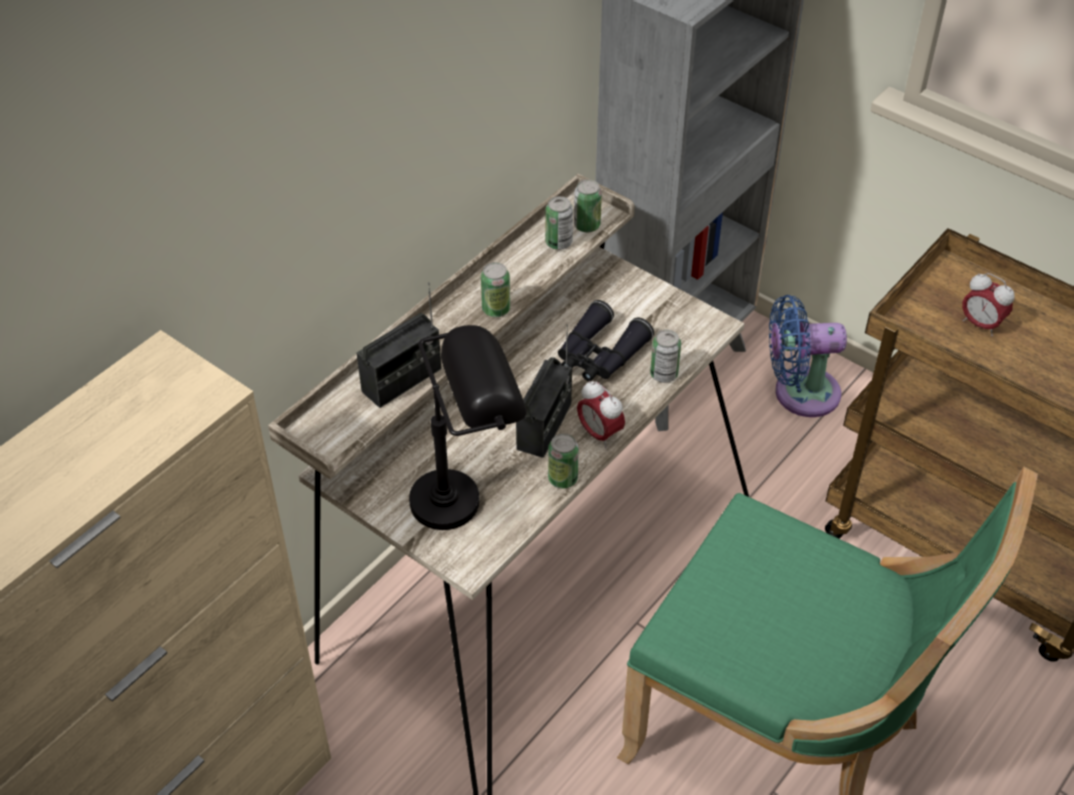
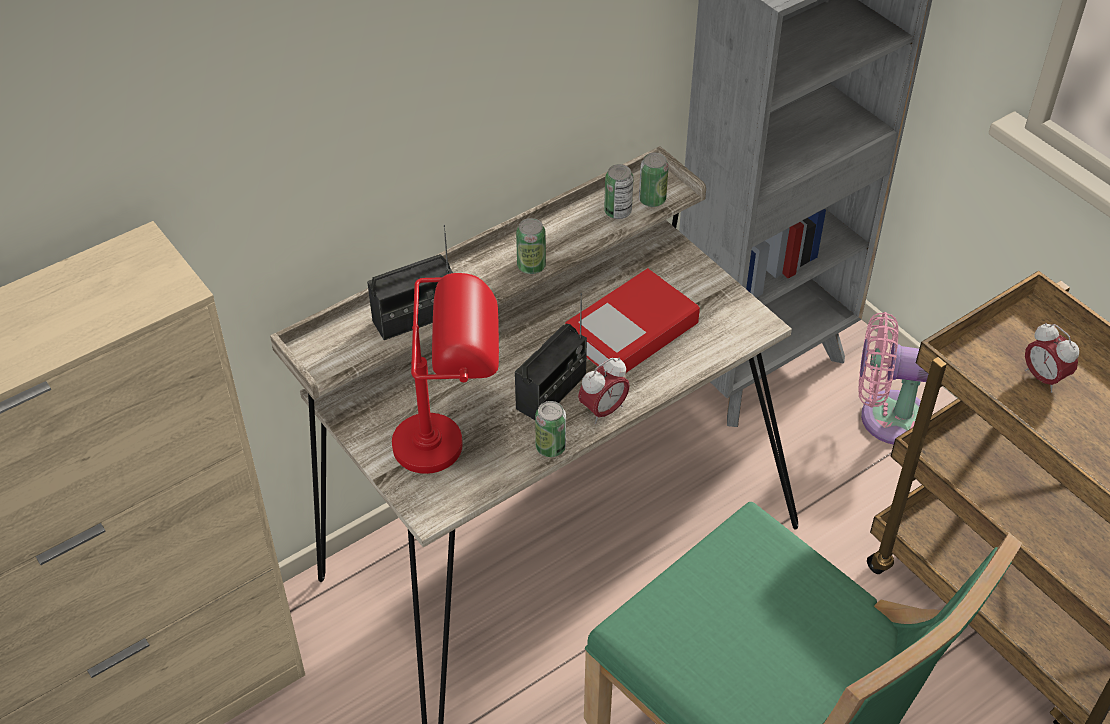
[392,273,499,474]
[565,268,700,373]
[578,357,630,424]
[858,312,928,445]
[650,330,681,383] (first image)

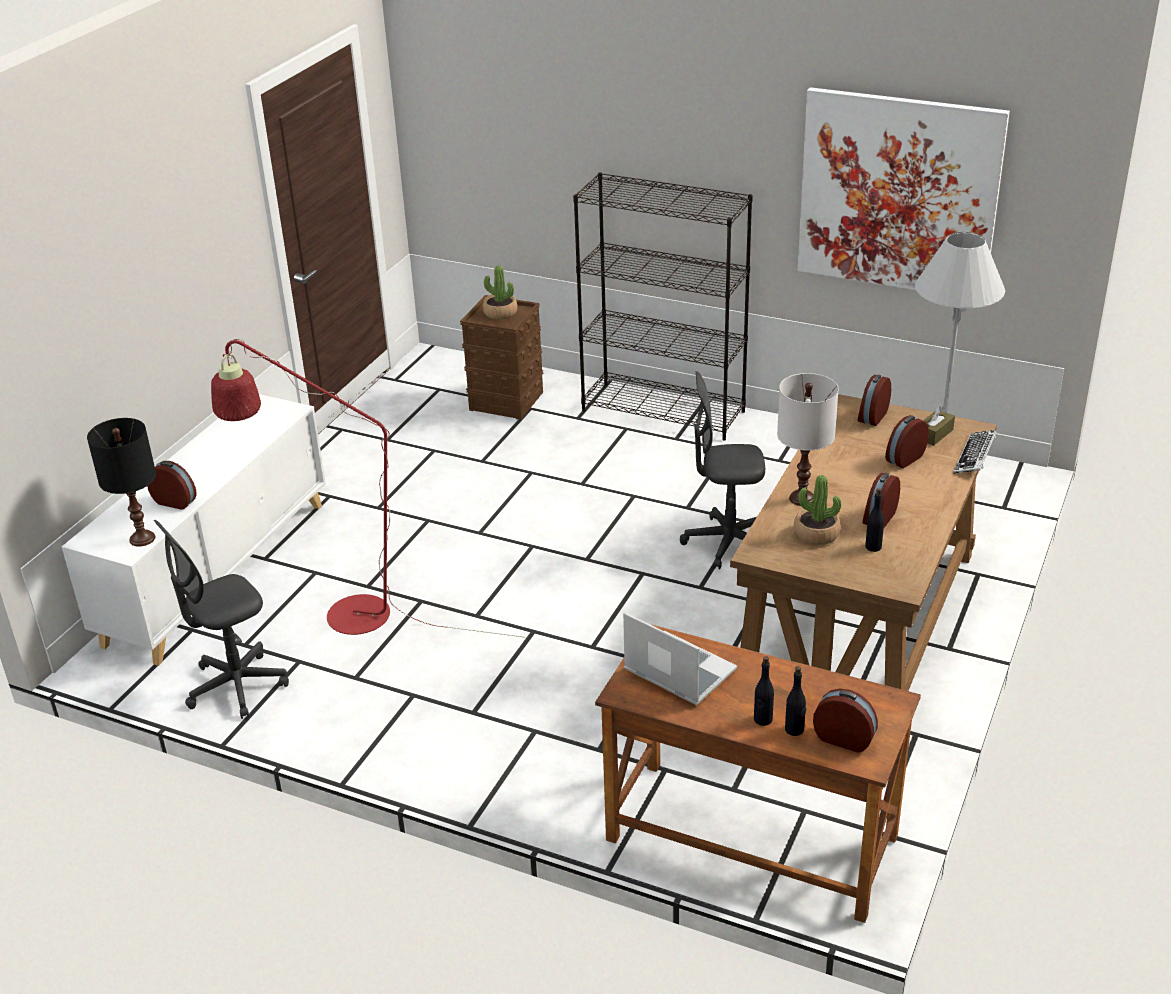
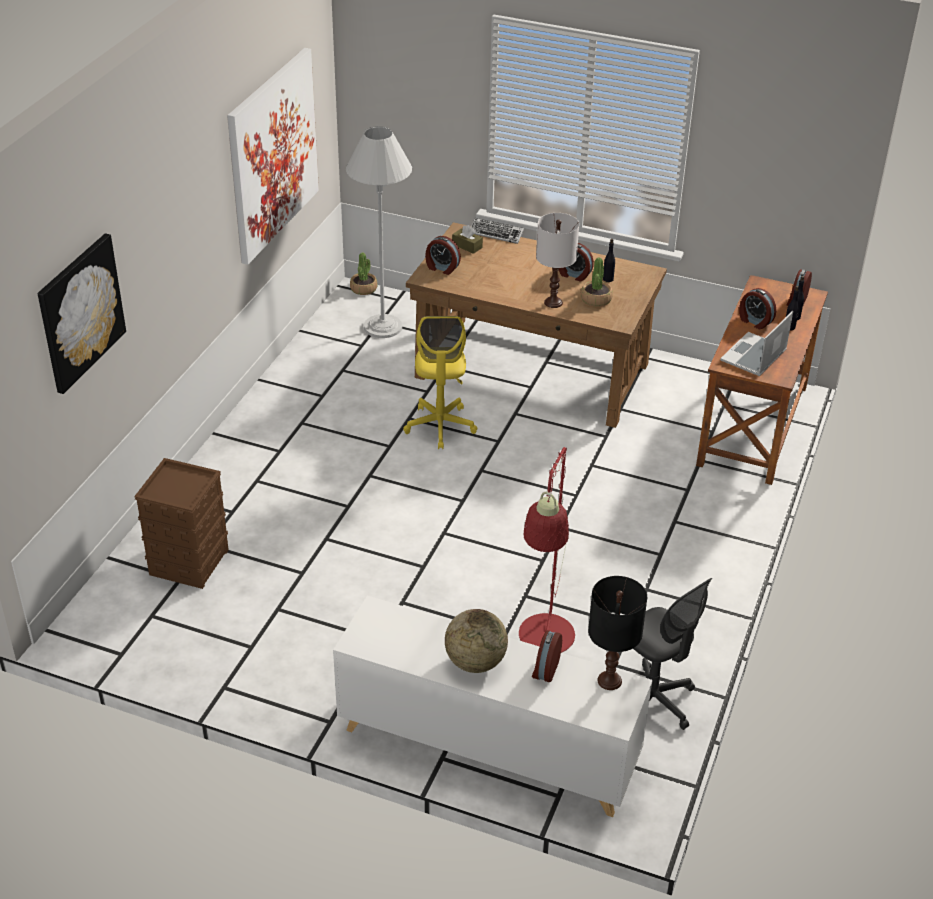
[37,233,126,394]
[350,253,377,295]
[403,316,477,449]
[445,609,508,673]
[739,288,776,329]
[573,172,753,441] (first image)

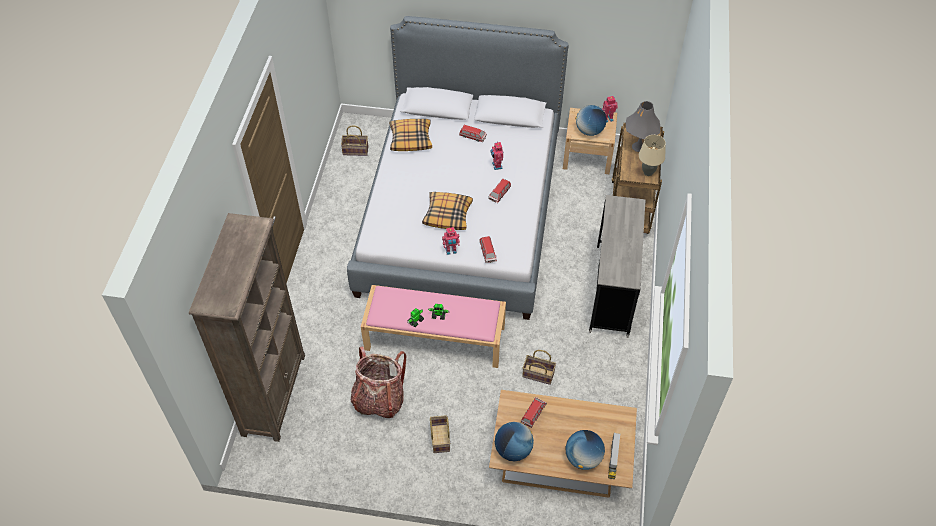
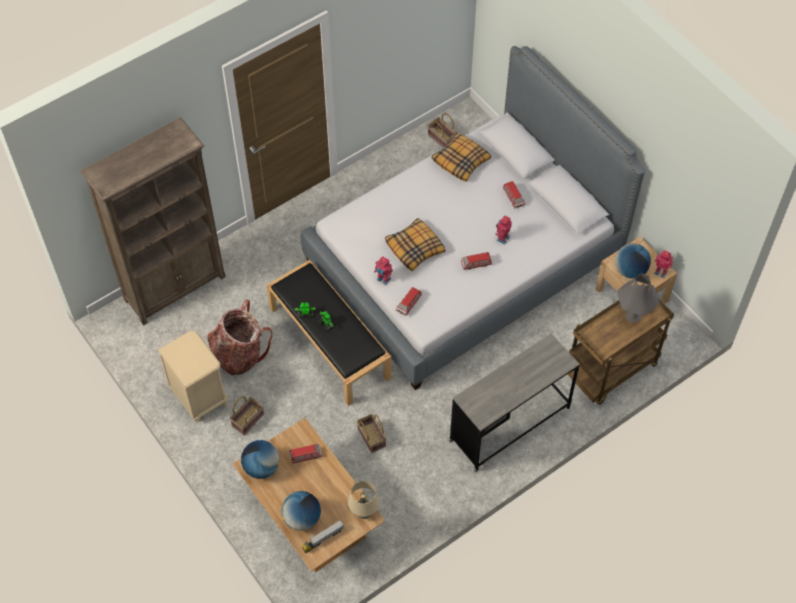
[158,331,228,422]
[266,259,391,406]
[348,481,380,519]

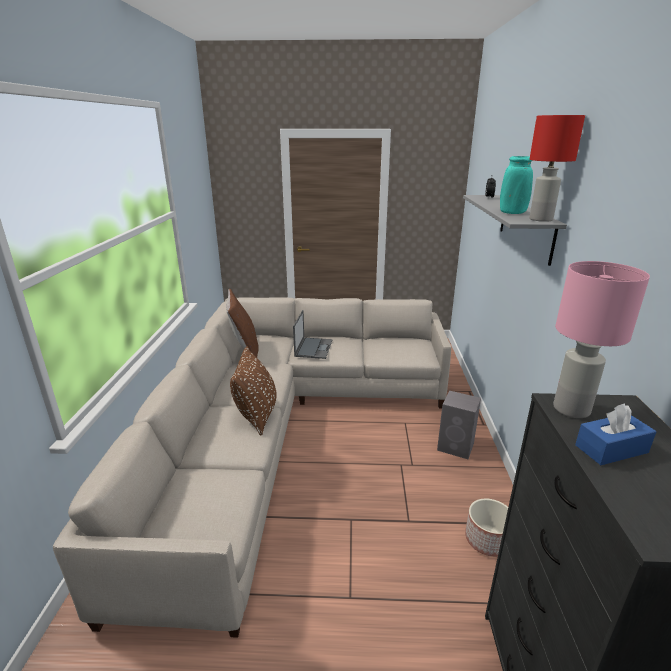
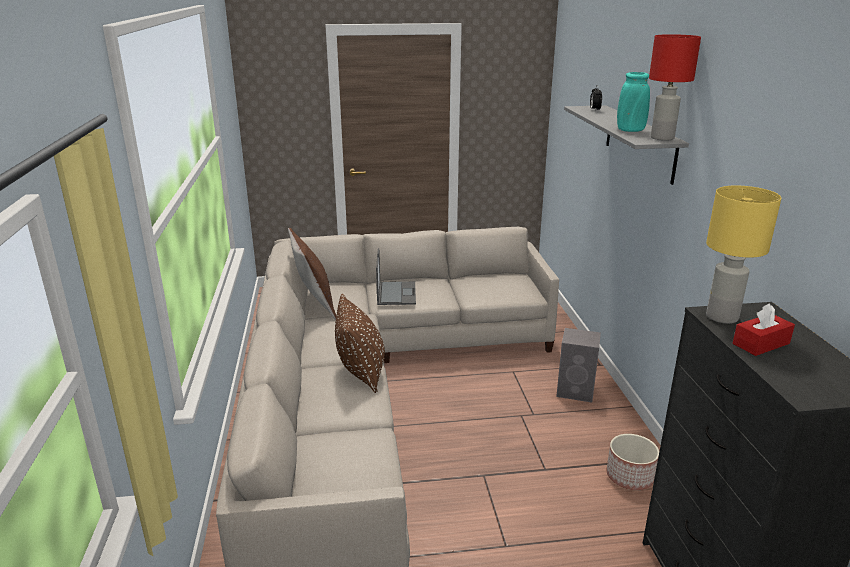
[706,185,781,324]
[733,303,795,356]

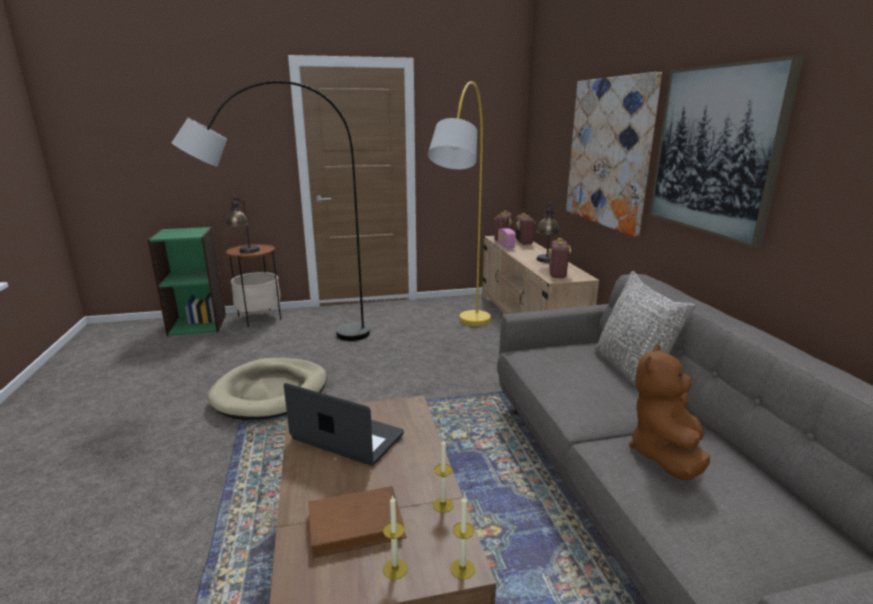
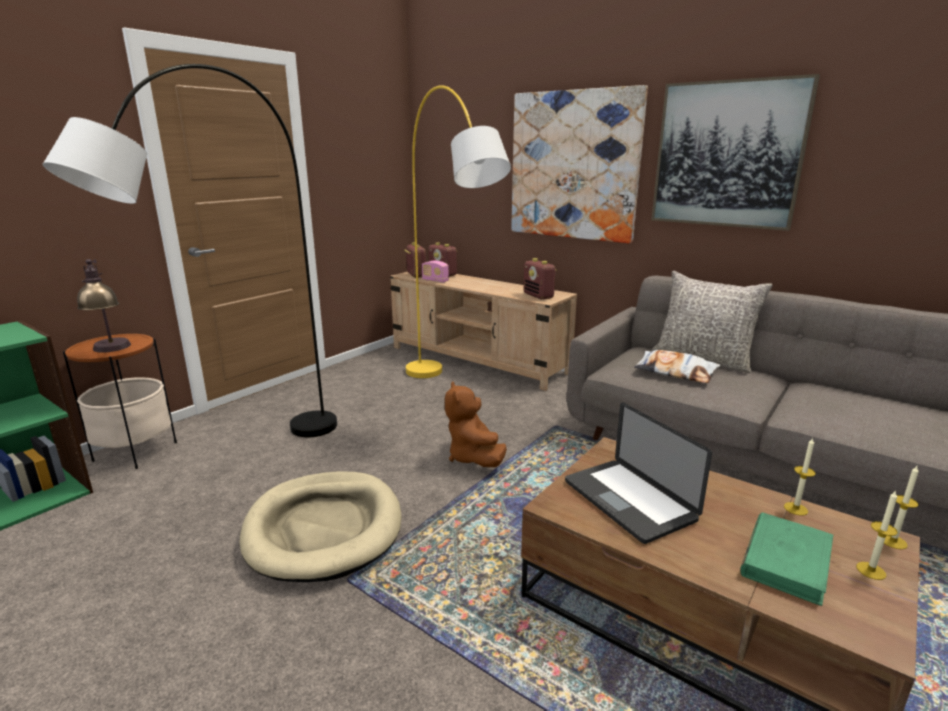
[445,382,507,467]
[565,402,712,544]
[634,350,720,383]
[740,512,833,606]
[536,203,559,263] (first image)

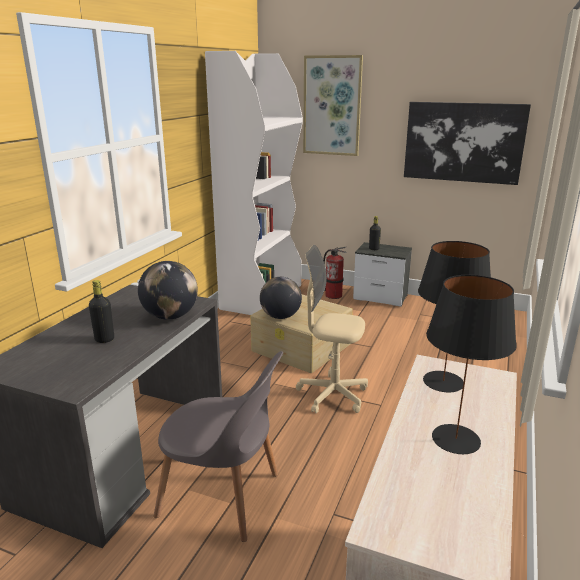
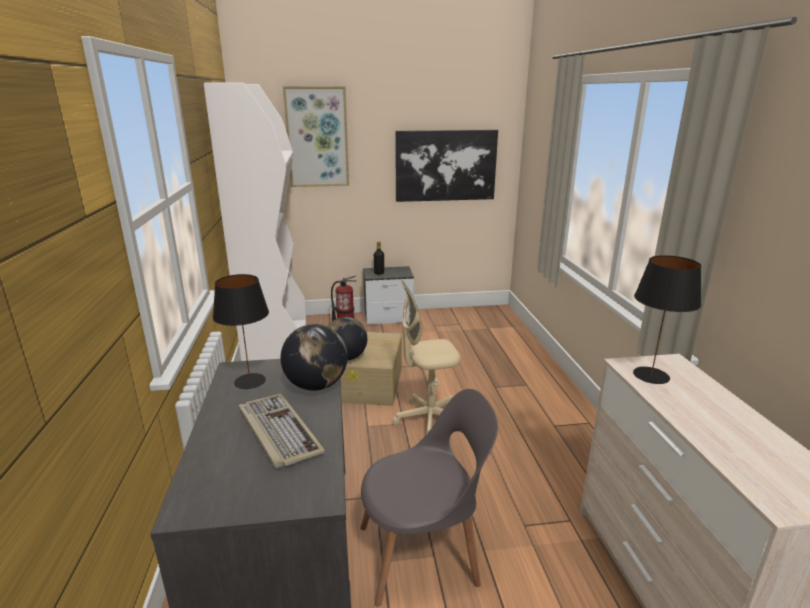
[213,274,269,389]
[239,393,325,469]

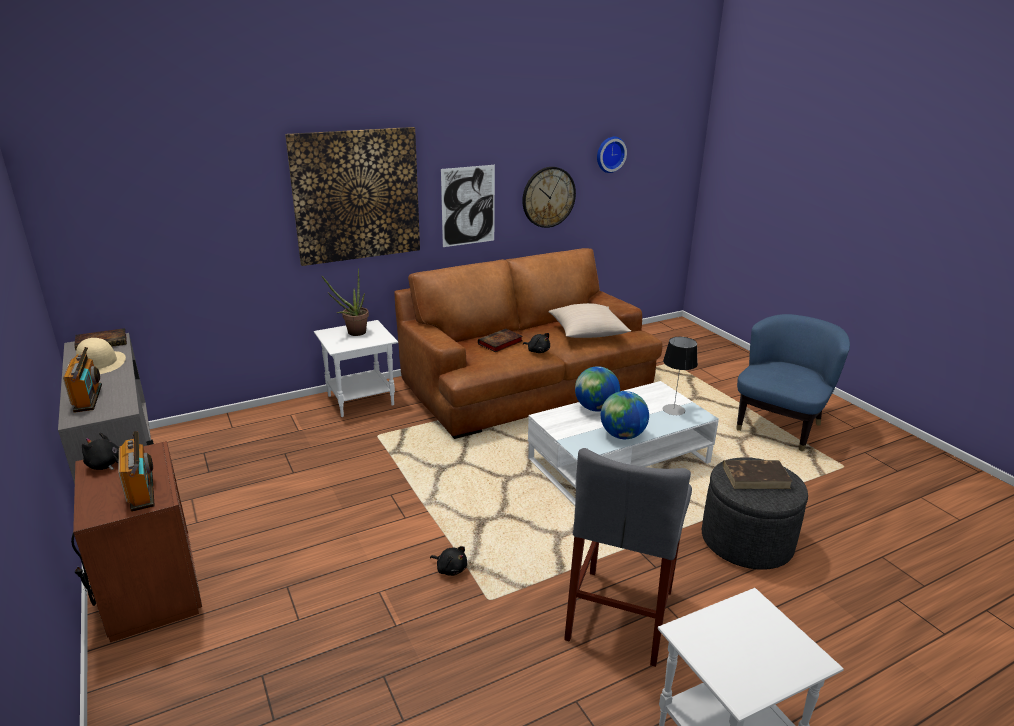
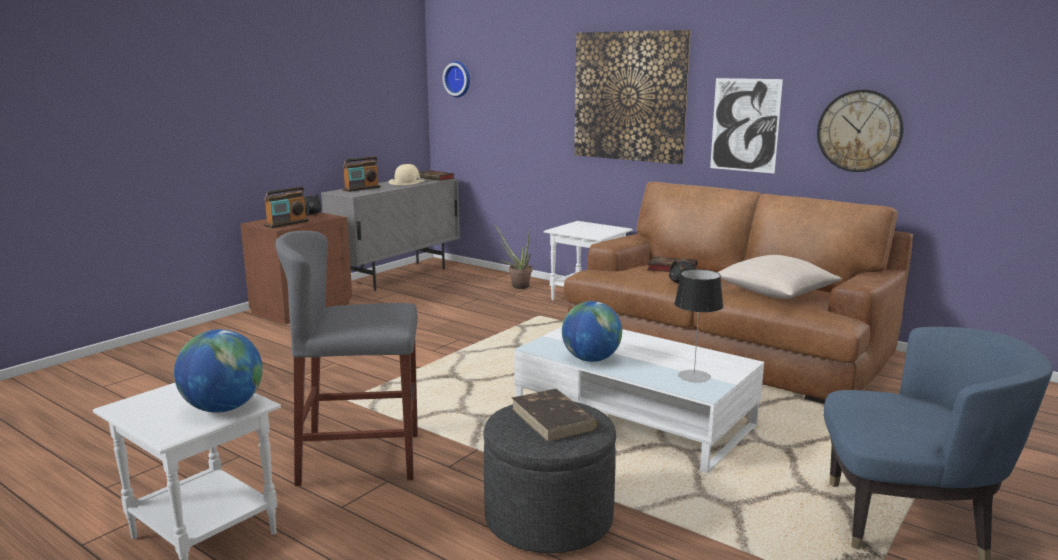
[174,329,263,413]
[443,61,470,97]
[494,224,532,289]
[430,546,467,576] (first image)

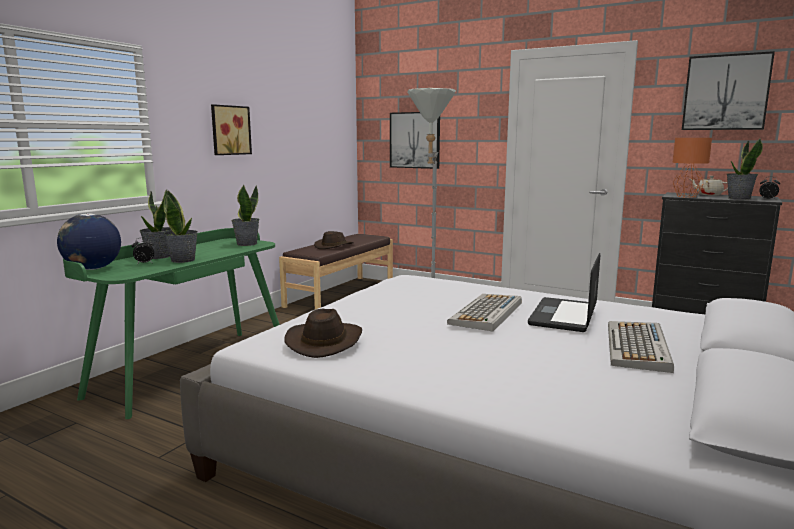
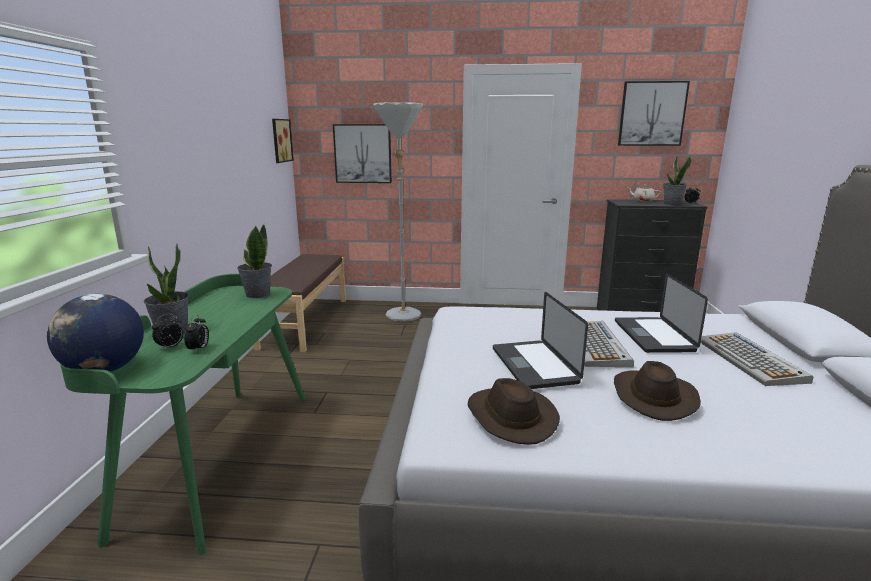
[184,315,209,353]
[272,119,294,163]
[493,292,588,389]
[614,361,701,421]
[164,190,198,263] (first image)
[672,138,712,198] (first image)

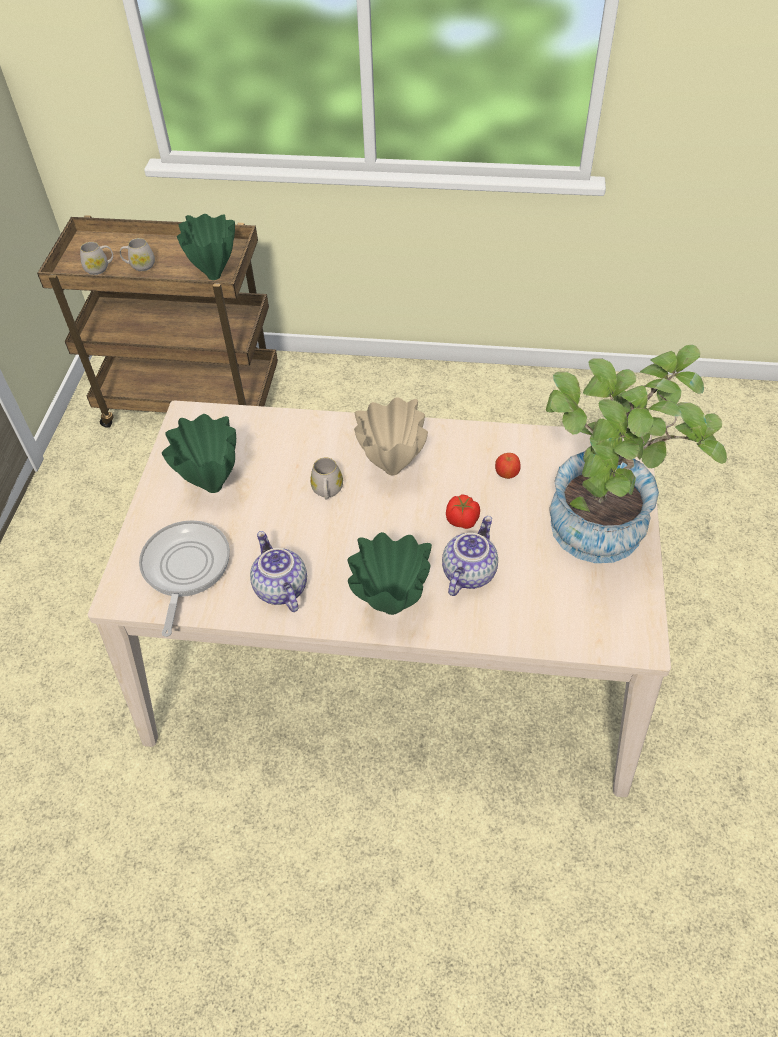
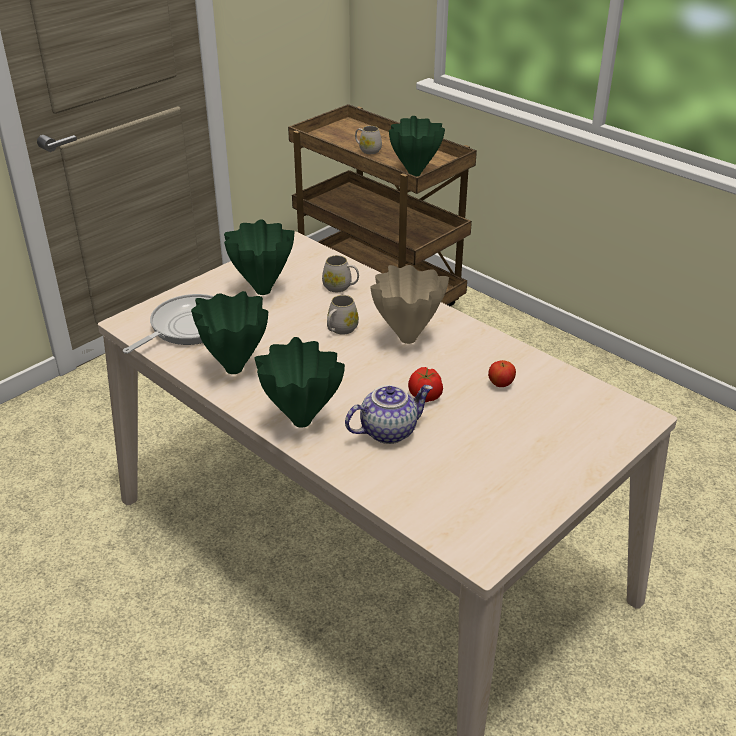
[191,291,268,374]
[322,255,359,292]
[546,345,727,563] (first image)

